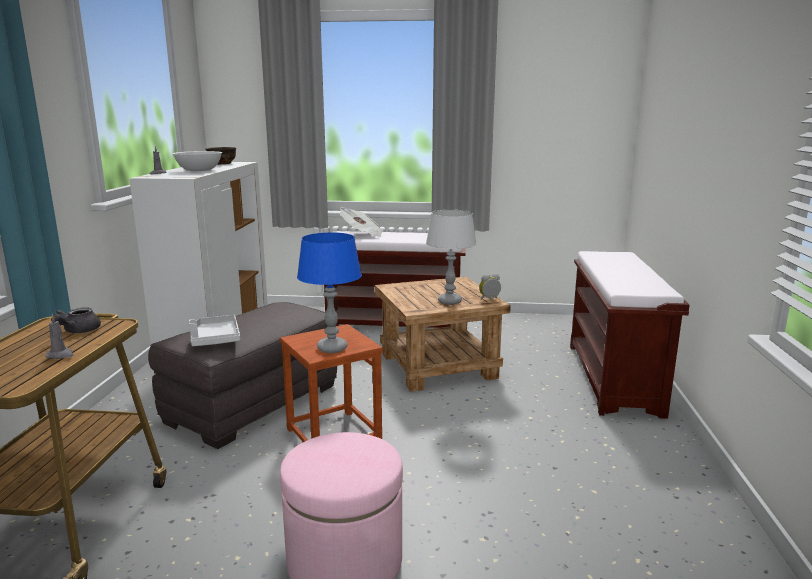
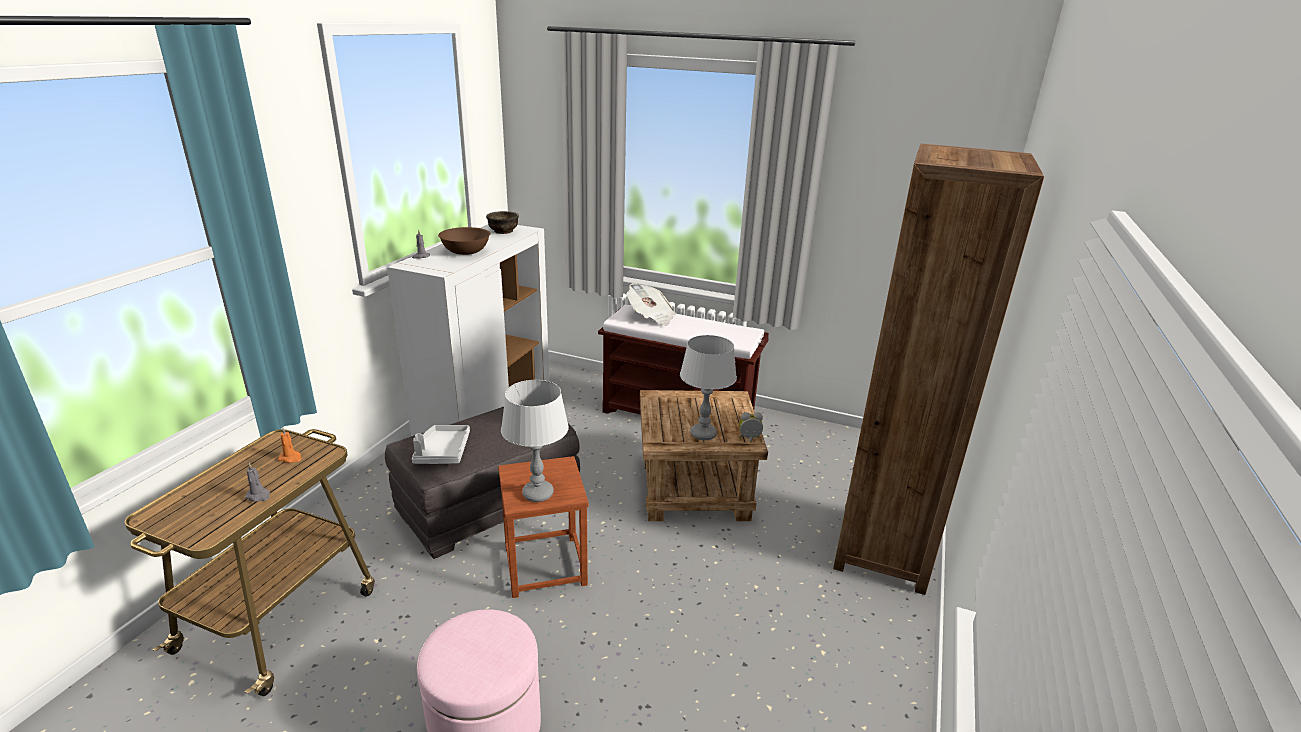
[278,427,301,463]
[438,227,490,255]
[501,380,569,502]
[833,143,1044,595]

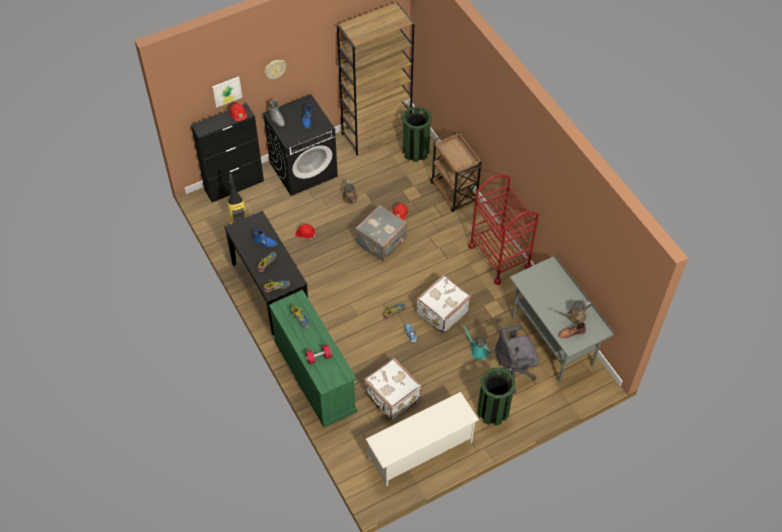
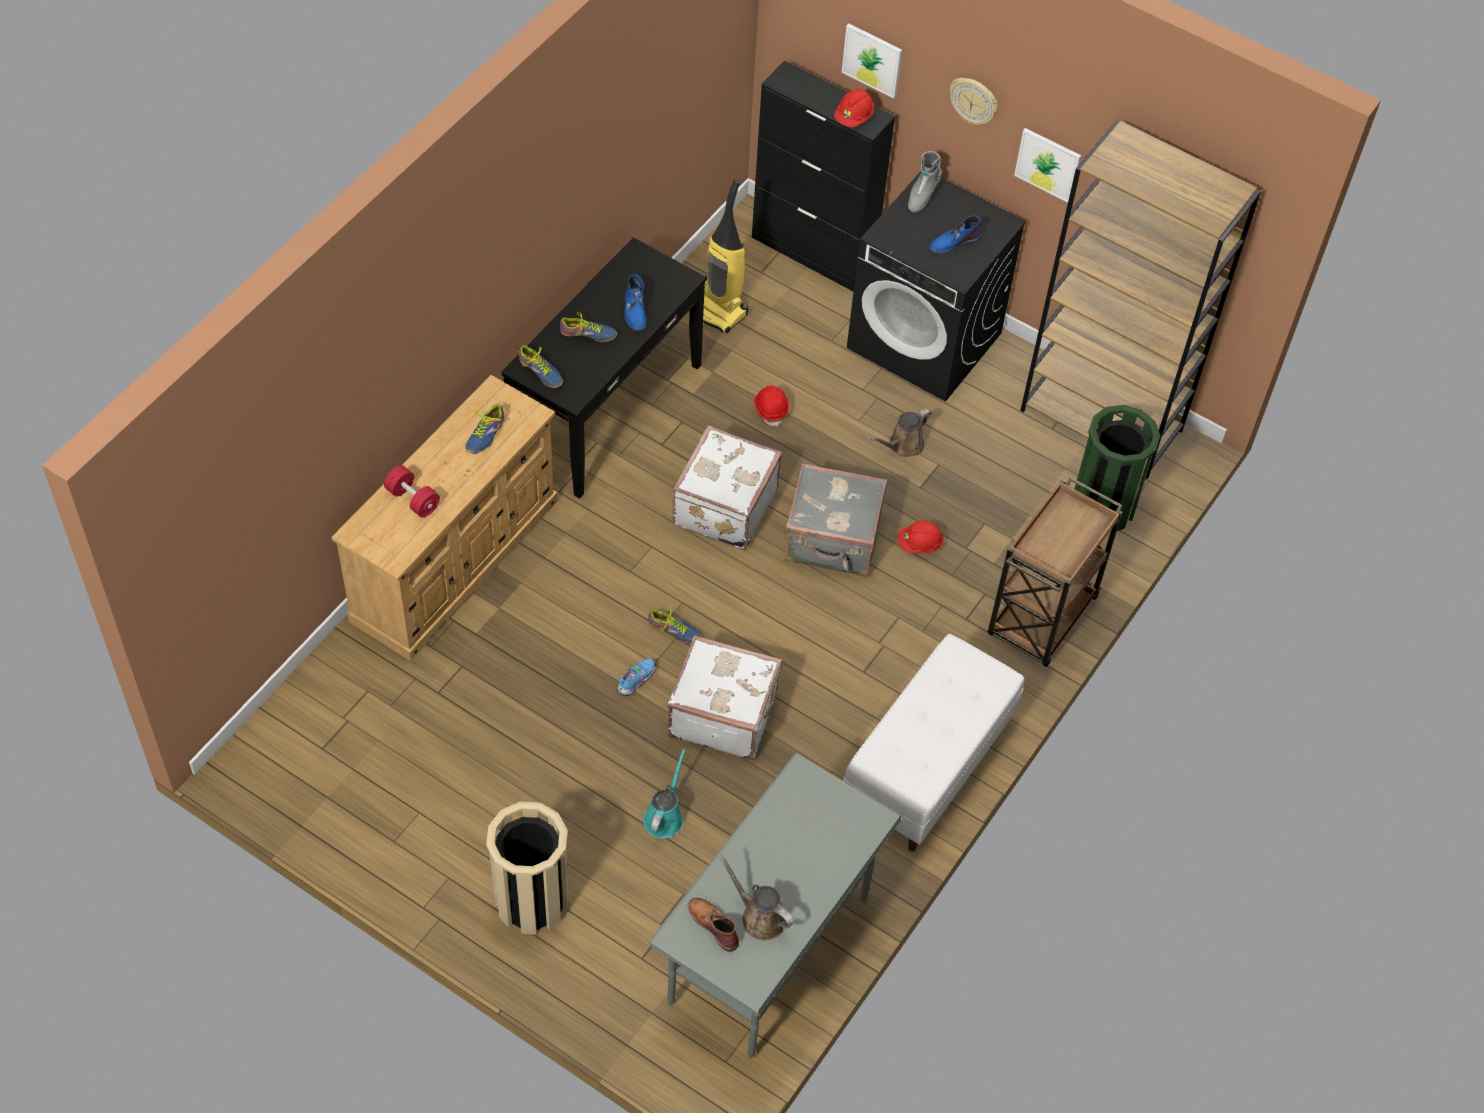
[331,375,558,661]
[486,802,569,935]
[672,426,782,550]
[843,634,1024,852]
[1014,128,1081,202]
[366,392,479,486] (first image)
[495,325,539,394] (first image)

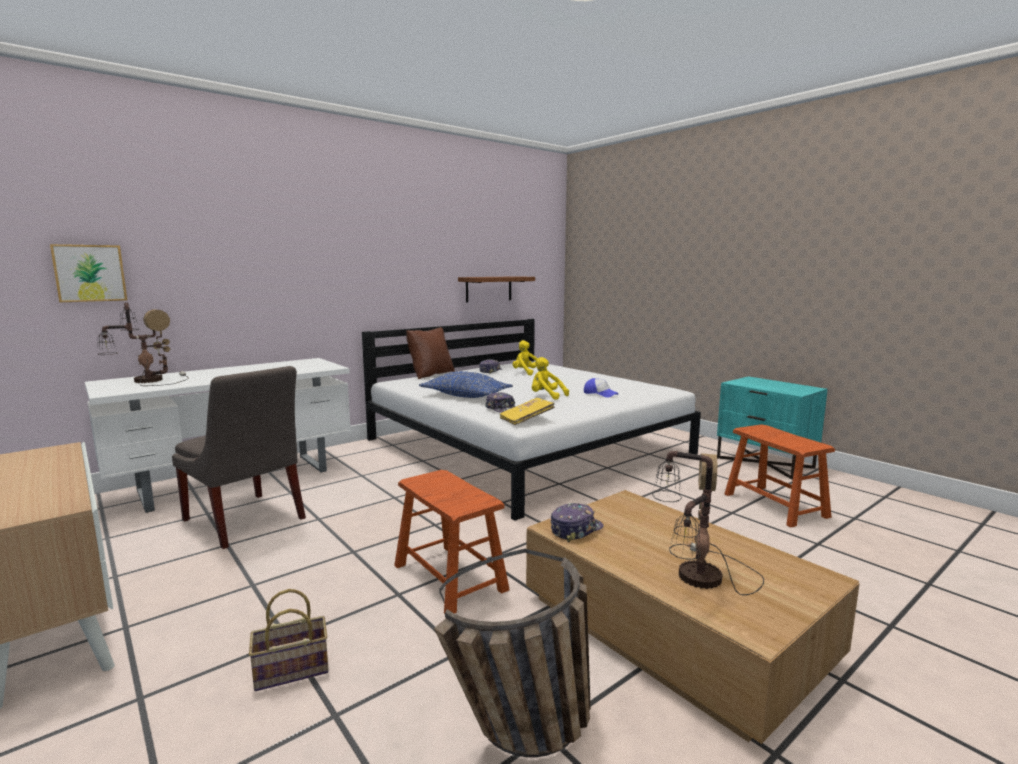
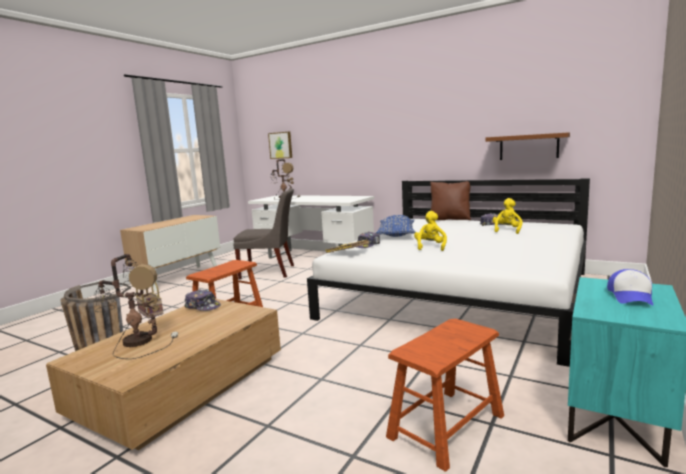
[233,188,294,279]
[607,269,653,305]

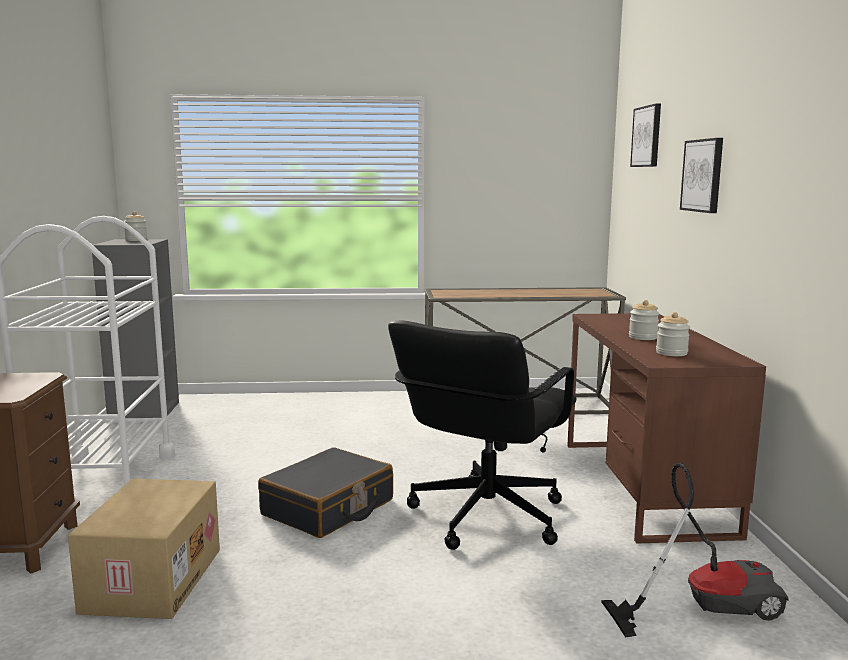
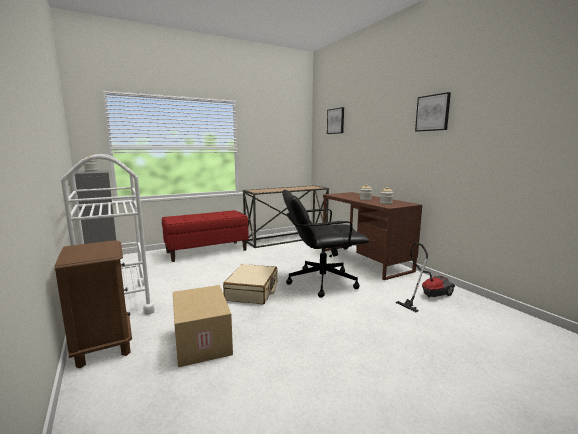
[162,210,249,262]
[223,264,278,304]
[282,190,369,298]
[415,92,451,132]

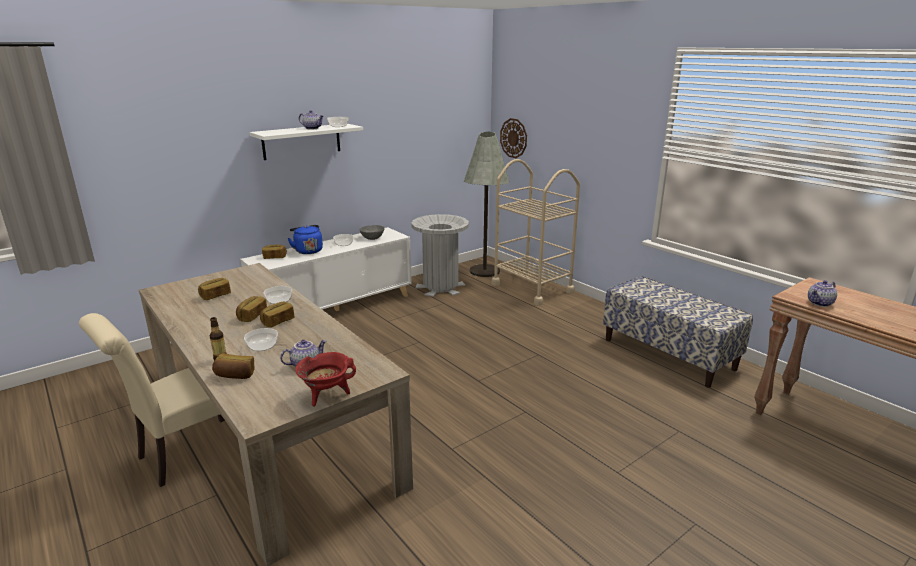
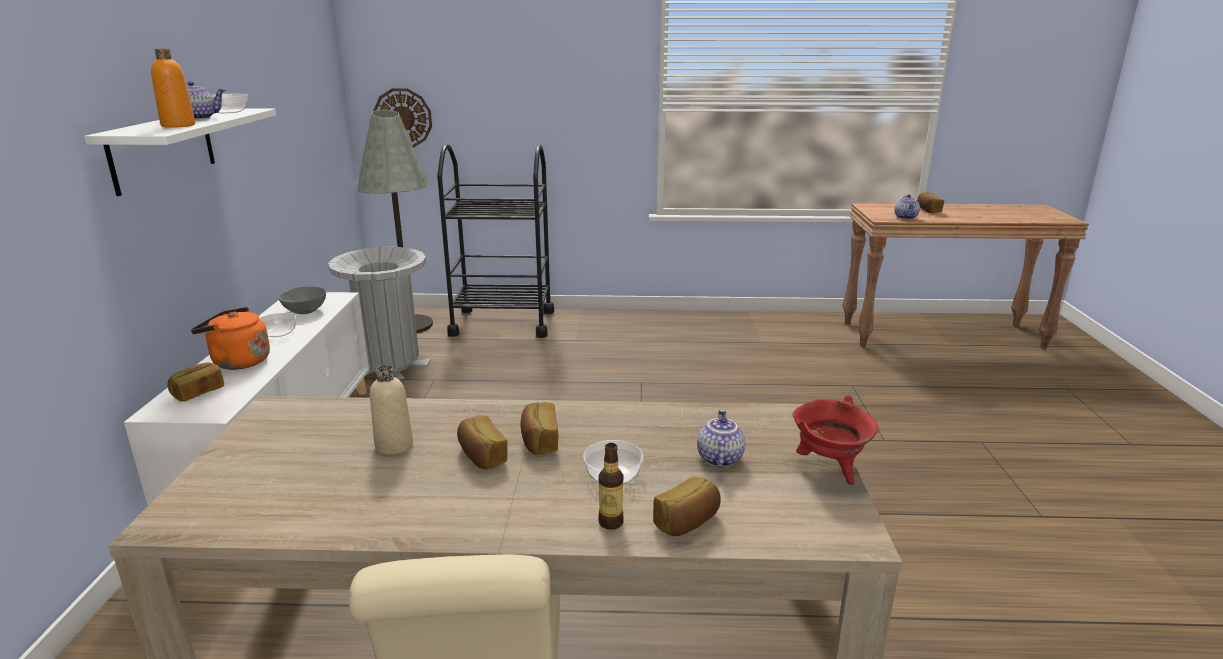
[151,49,195,128]
[191,307,270,370]
[370,365,413,455]
[437,144,554,338]
[917,192,944,213]
[264,286,292,304] (first image)
[603,276,753,388] (first image)

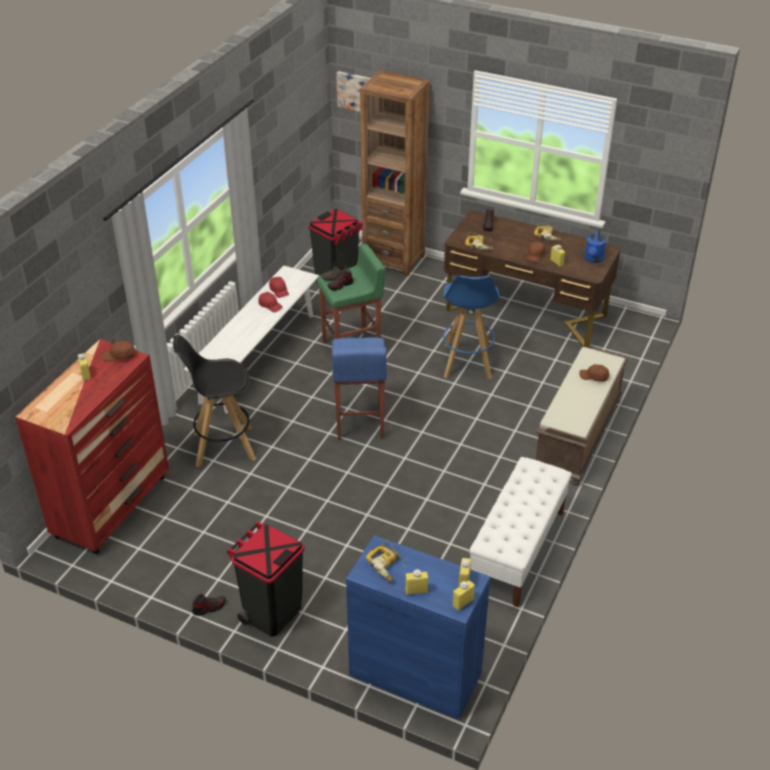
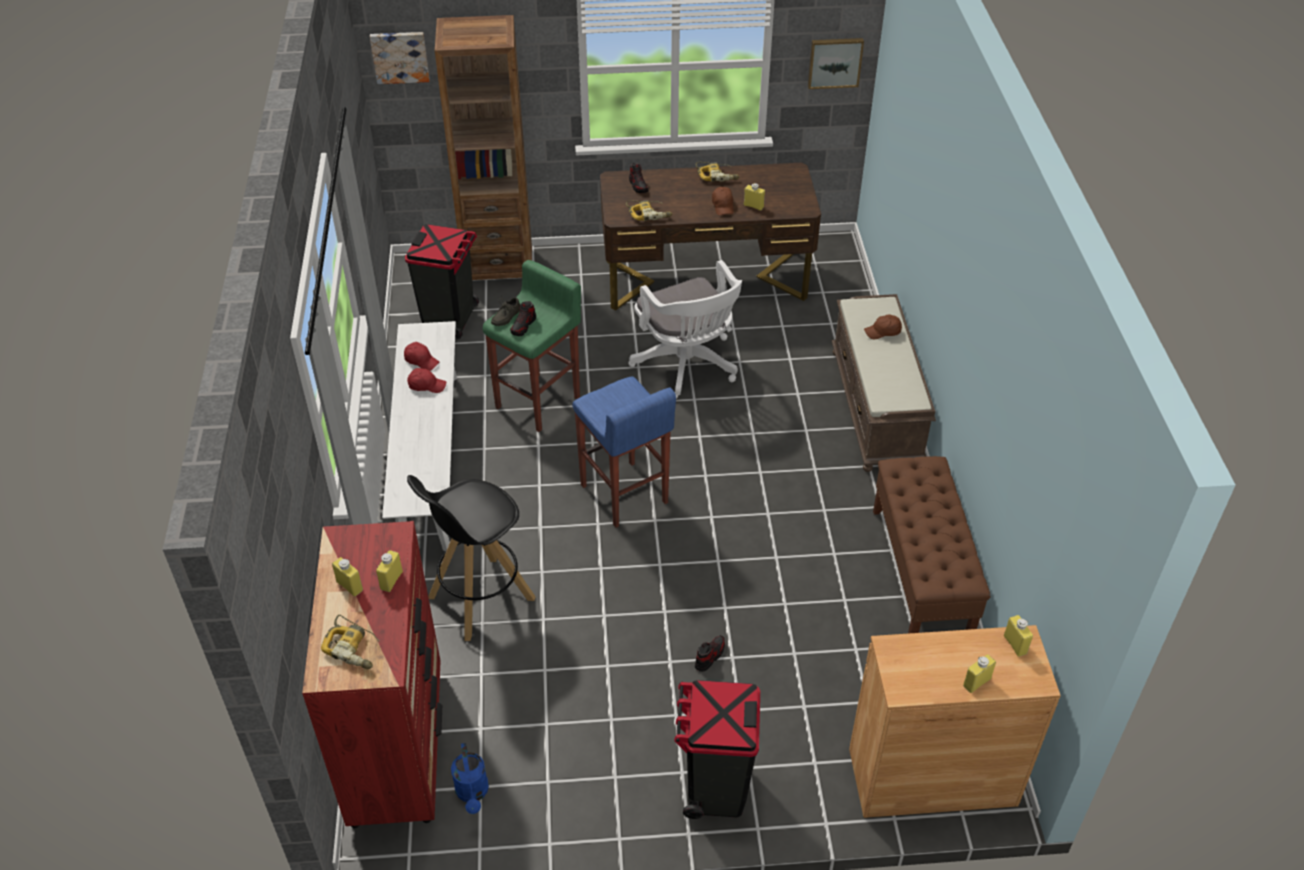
[321,615,380,669]
[376,550,403,592]
[451,743,489,814]
[628,260,742,399]
[695,635,725,672]
[808,38,864,89]
[849,625,1061,818]
[873,456,991,634]
[102,341,136,362] (first image)

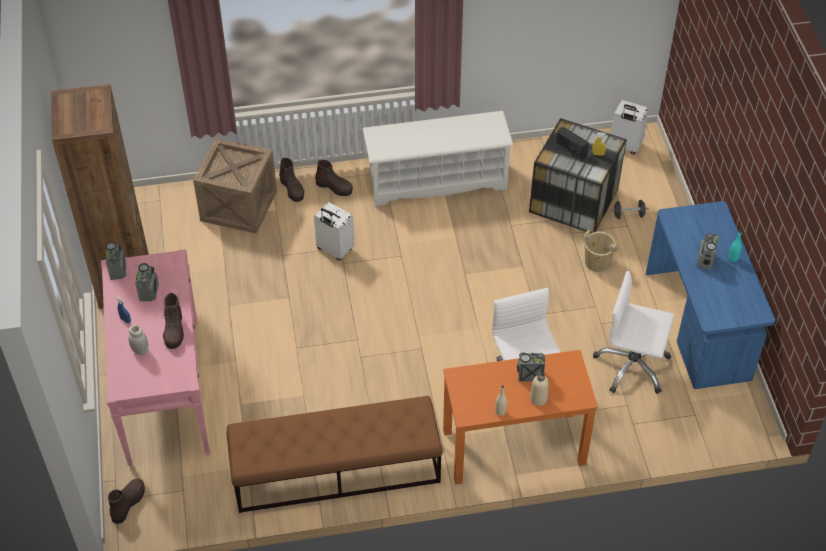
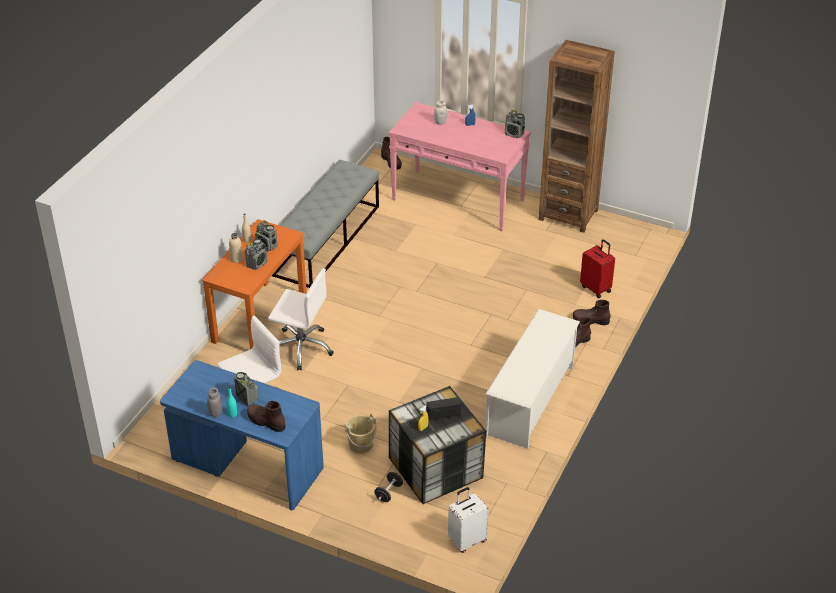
[207,388,222,417]
[247,401,286,432]
[255,220,278,251]
[272,160,379,288]
[580,239,615,298]
[314,202,355,261] (first image)

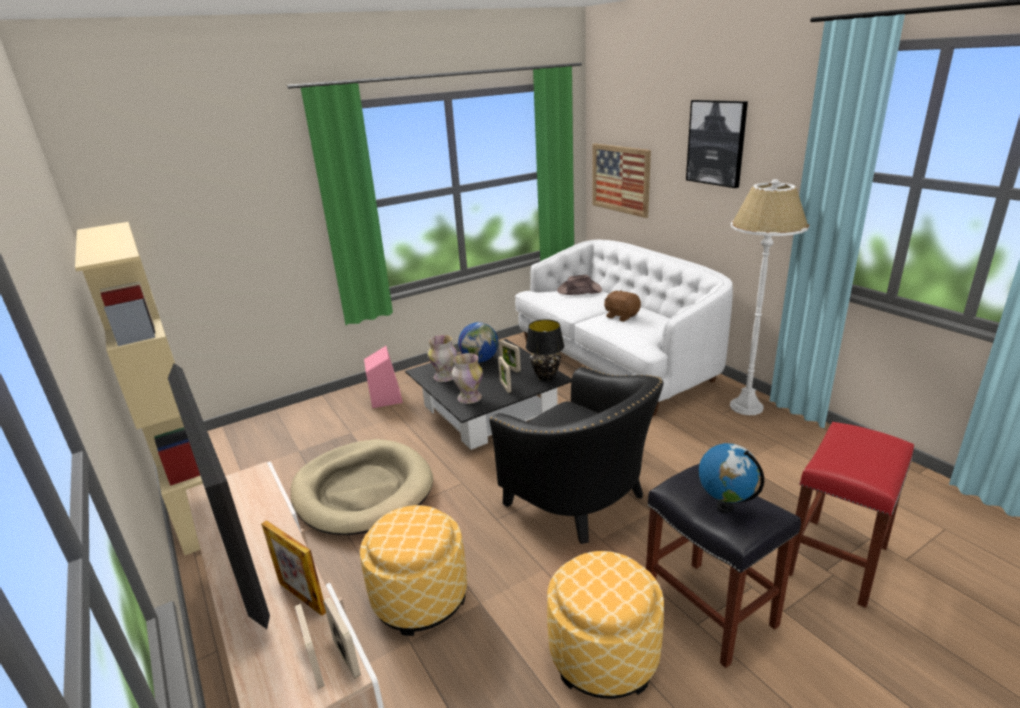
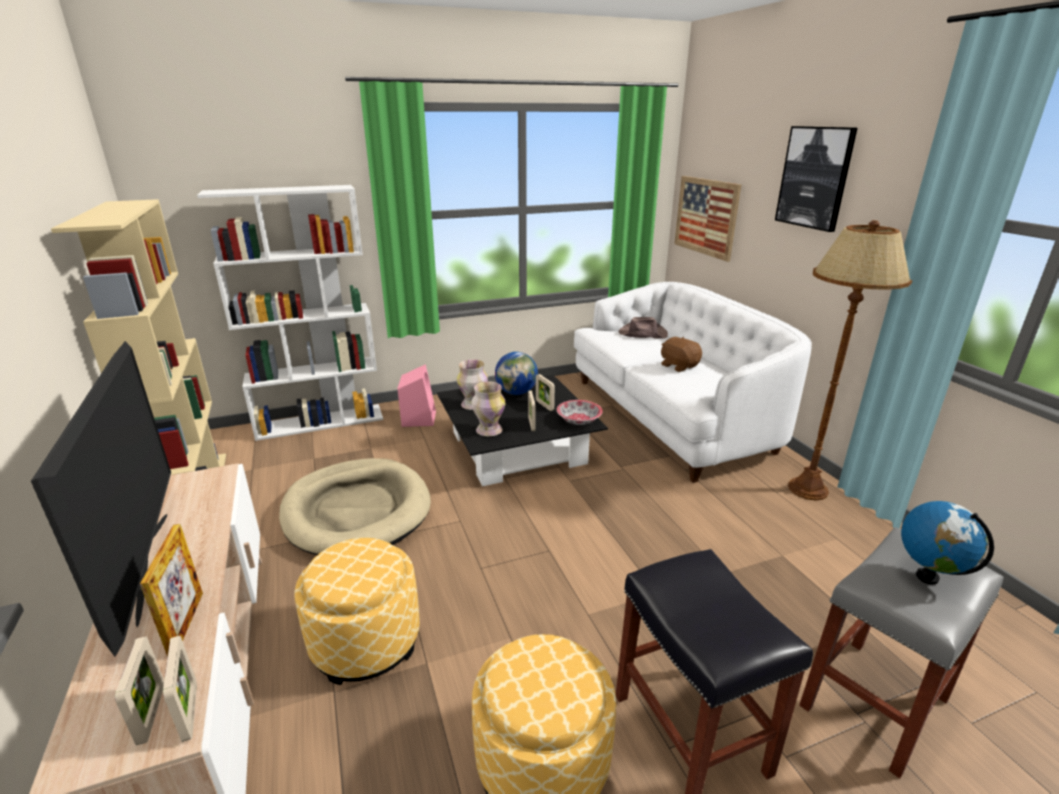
[140,524,203,657]
[197,185,383,441]
[557,400,603,425]
[788,220,912,501]
[799,527,1004,779]
[901,501,994,585]
[489,366,664,544] (first image)

